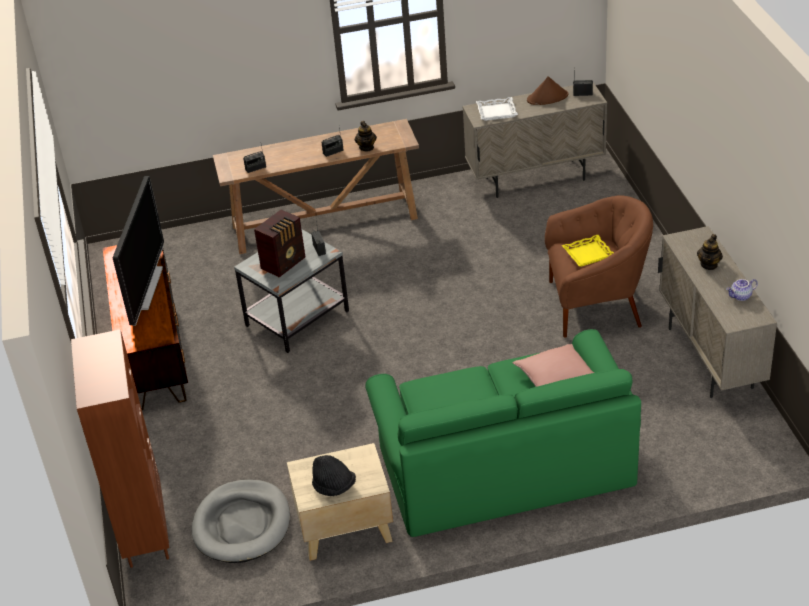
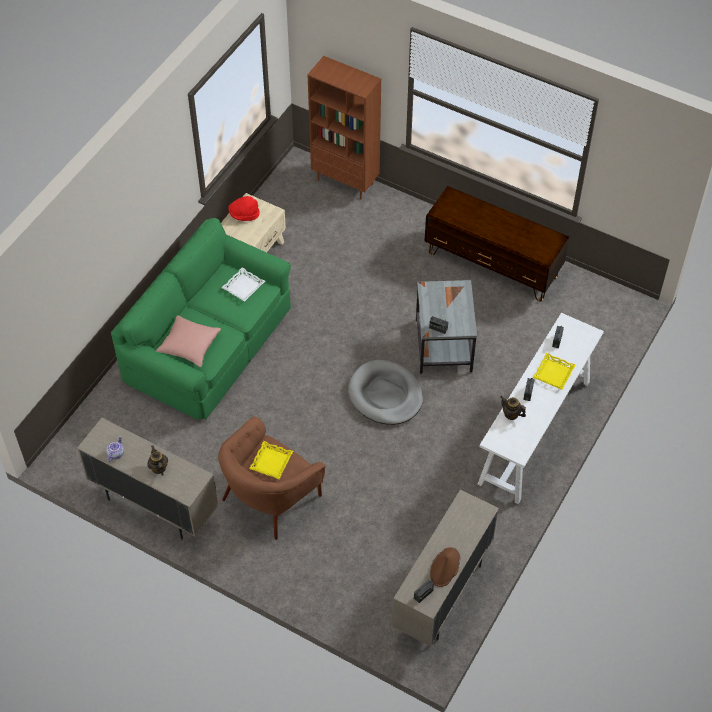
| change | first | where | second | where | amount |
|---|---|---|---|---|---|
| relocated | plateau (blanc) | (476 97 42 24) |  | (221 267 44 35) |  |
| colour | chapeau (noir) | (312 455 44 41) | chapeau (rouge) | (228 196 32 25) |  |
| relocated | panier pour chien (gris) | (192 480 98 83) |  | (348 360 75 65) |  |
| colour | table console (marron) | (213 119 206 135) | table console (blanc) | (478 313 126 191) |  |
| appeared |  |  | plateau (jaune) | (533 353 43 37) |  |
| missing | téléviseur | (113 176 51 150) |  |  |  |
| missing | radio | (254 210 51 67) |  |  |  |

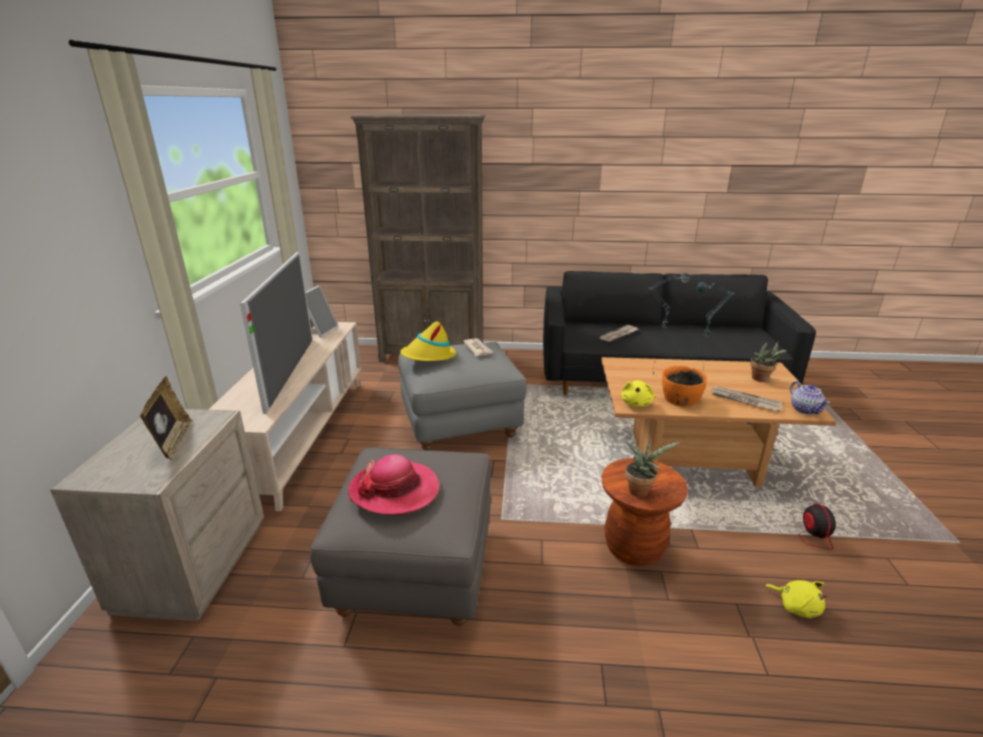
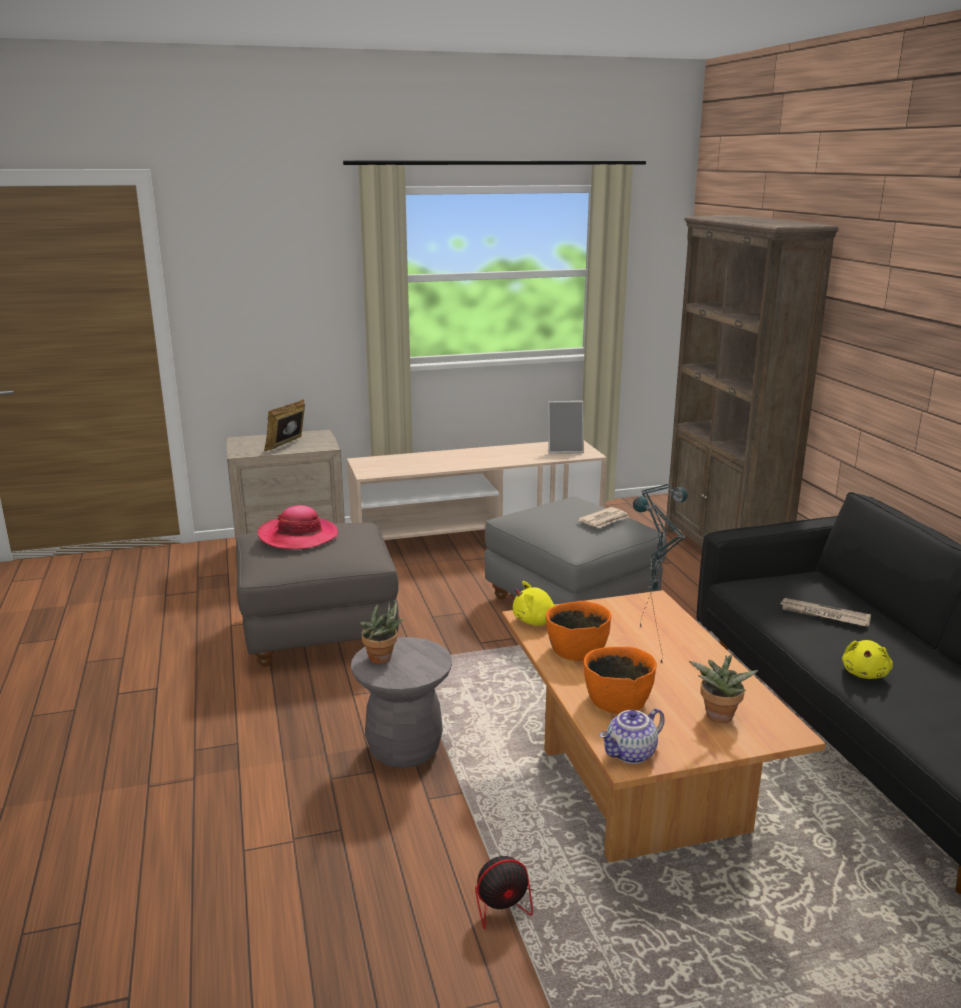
| change | first | where | second | where | amount |
|---|---|---|---|---|---|
| spun | cadre photo | (140 377 53 83) |  | (264 399 41 52) | 150 degrees clockwise |
| colour | tabouret (marron) | (601 458 87 108) | tabouret (gris) | (351 637 101 131) |  |
| exchanged | journal | (711 386 72 26) | bol (orange) | (584 647 73 67) |  |
| relocated | peluche (jaune) | (765 580 62 38) |  | (842 640 51 39) |  |
| missing | téléviseur | (240 252 73 162) |  |  |  |
| missing | chapeau (jaune) | (400 321 56 40) |  |  |  |

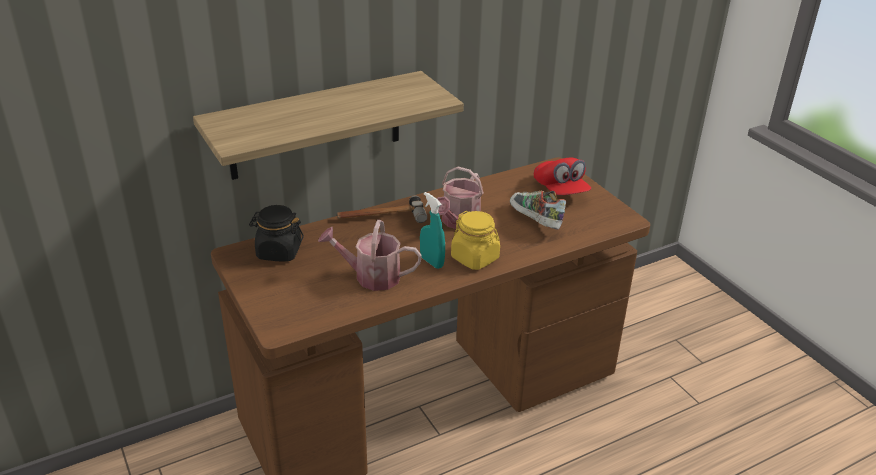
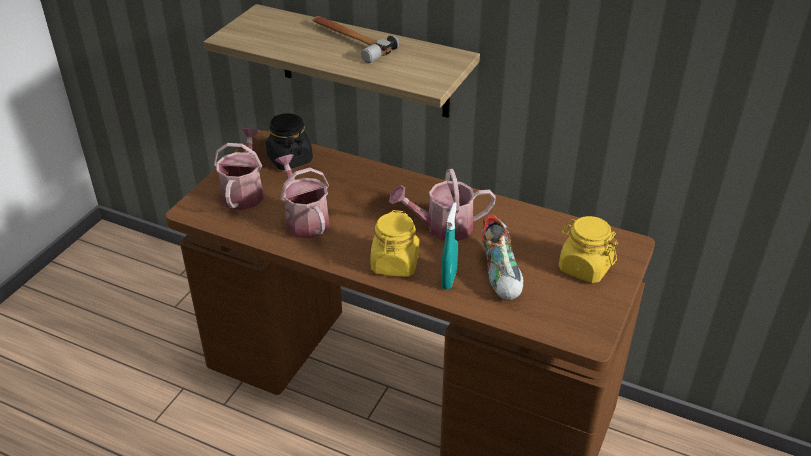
| change | first | where | second | where | amount |
|---|---|---|---|---|---|
| appeared |  |  | arrosoir | (214 128 50 82) |  |
| relocated | marteau | (337 195 90 28) |  | (312 16 88 47) |  |
| relocated | vaporisateur (turquoise) | (420 192 25 77) |  | (441 203 17 86) |  |
| spun | chaussure | (510 190 56 40) |  | (481 214 42 87) | 150 degrees clockwise |
| exchanged | casquette (rouge) | (534 158 57 37) | bocal (jaune) | (559 216 59 67) |  |

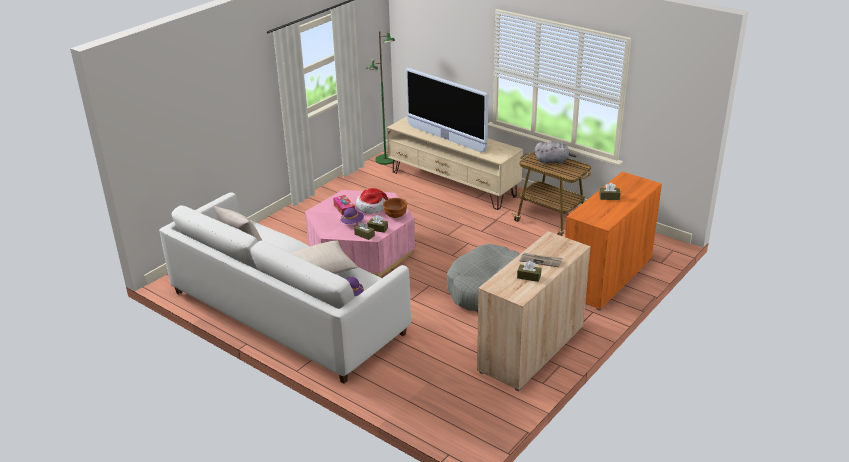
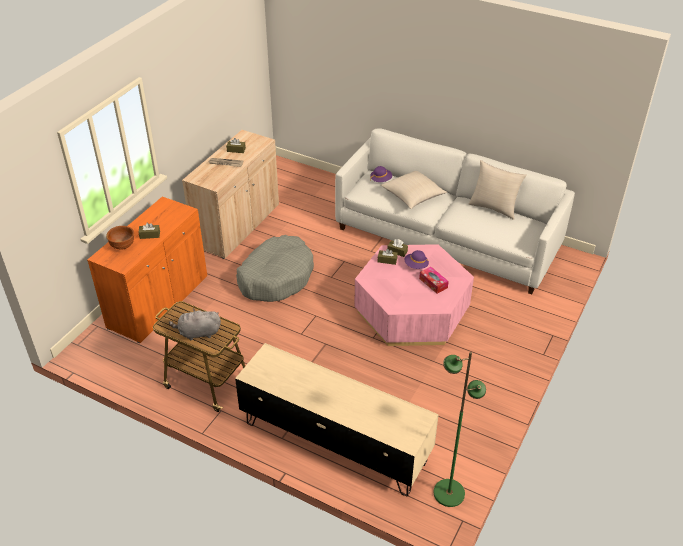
| change | first | where | second | where | amount |
|---|---|---|---|---|---|
| relocated | bol (marron) | (383 198 24 20) |  | (106 226 28 23) |  |
| missing | chapeau | (356 188 34 26) |  |  |  |
| missing | téléviseur | (406 68 82 84) |  |  |  |

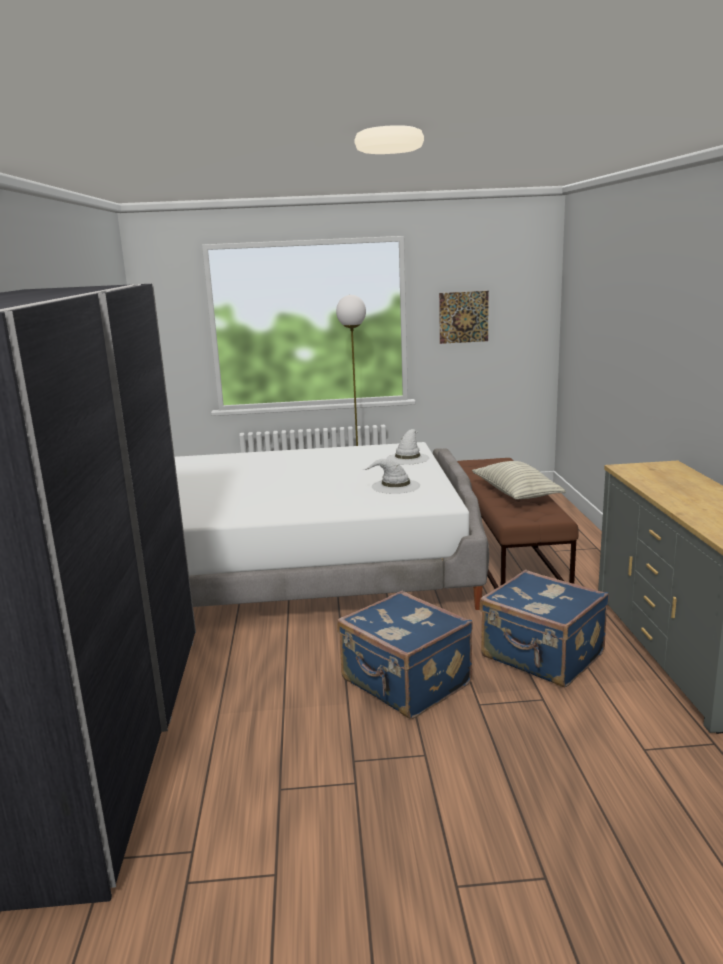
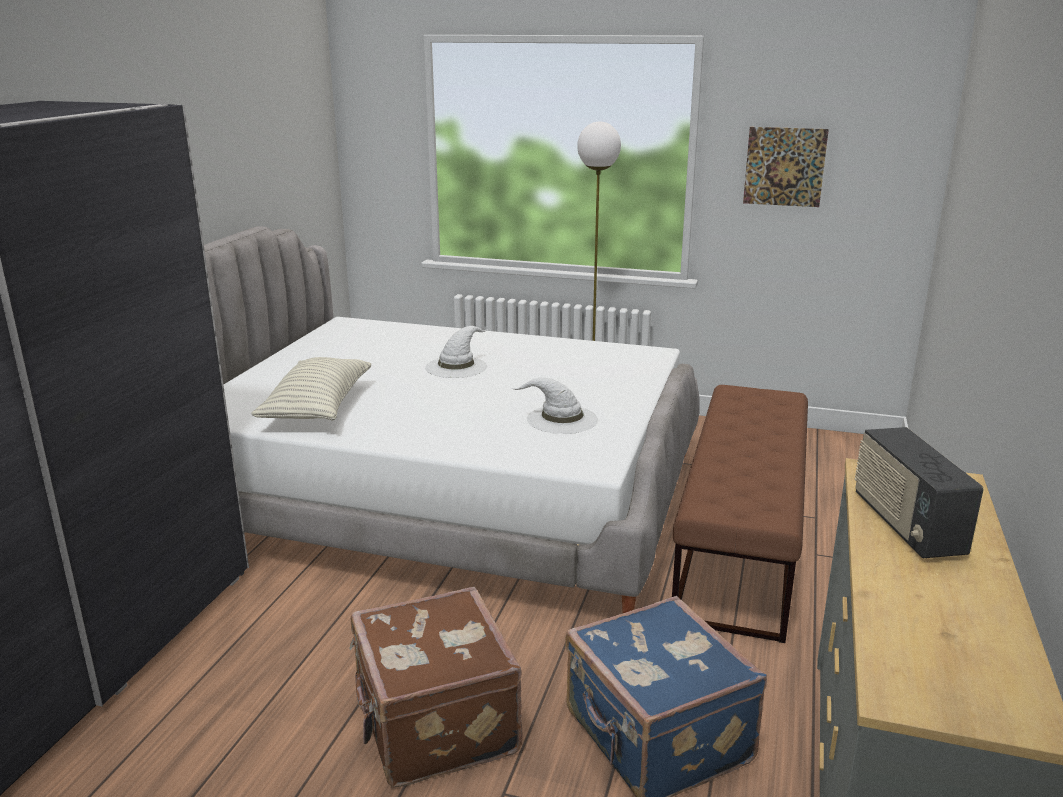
| change | first | where | second | where | amount |
|---|---|---|---|---|---|
| relocated | coussin | (472 461 94 38) |  | (251 357 120 64) |  |
| colour | valise (bleu) | (337 591 136 128) | valise (marron) | (349 587 174 200) |  |
| relocated | chapeau (blanc) | (386 429 43 36) |  | (425 326 63 52) |  |
| appeared |  |  | radio | (855 427 128 131) |  |

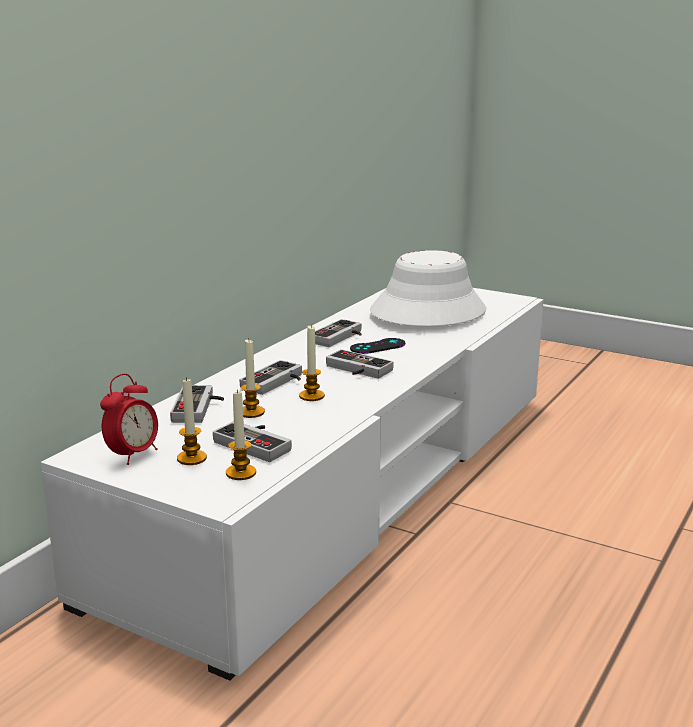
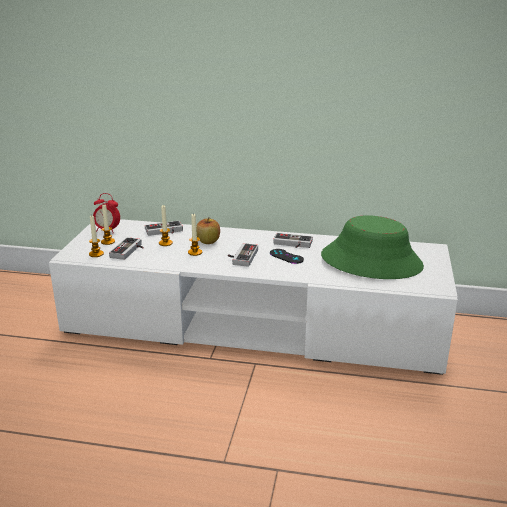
| change | first | where | second | where | amount |
|---|---|---|---|---|---|
| exchanged | manette | (239 360 63 35) | pomme | (196 217 24 27) |  |
| colour | chapeau (blanc) | (370 250 116 76) | chapeau (vert) | (321 215 103 64) |  |

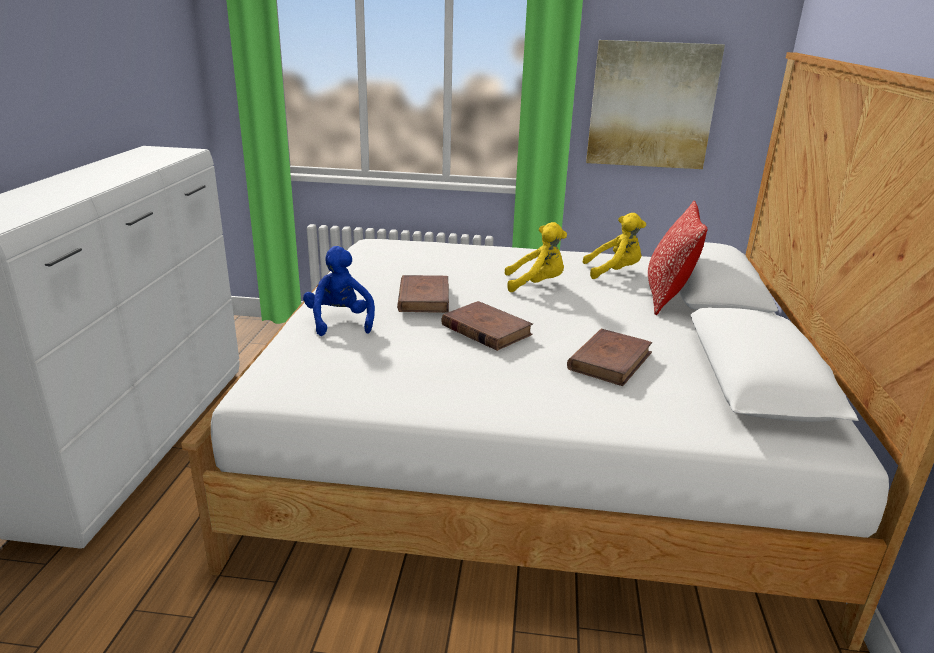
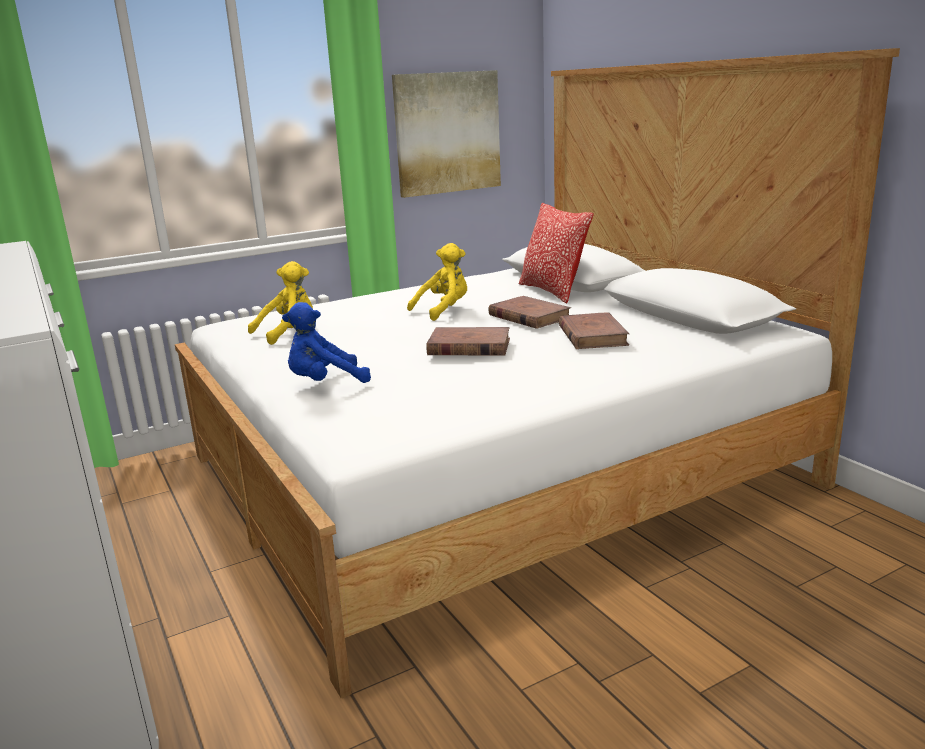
| change | first | where | second | where | amount |
|---|---|---|---|---|---|
| relocated | peluche (jaune) | (583 213 63 66) |  | (248 261 65 84) |  |
| spun | peluche (bleu) | (303 246 72 90) |  | (282 302 89 81) | 60 degrees counterclockwise |
| relocated | livre (marron) | (397 275 52 38) |  | (488 296 83 33) |  |

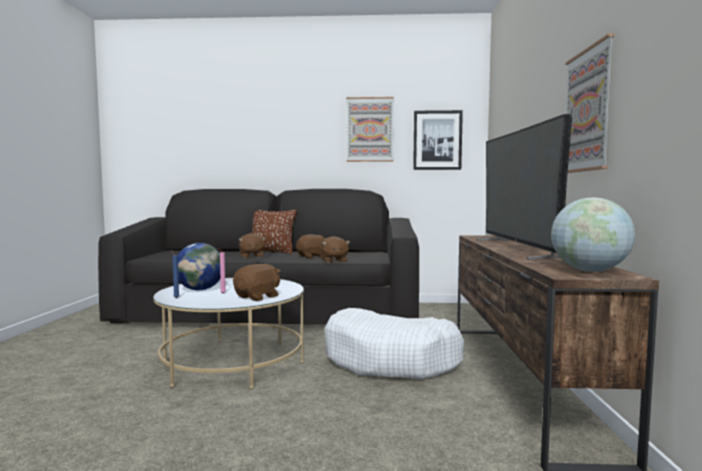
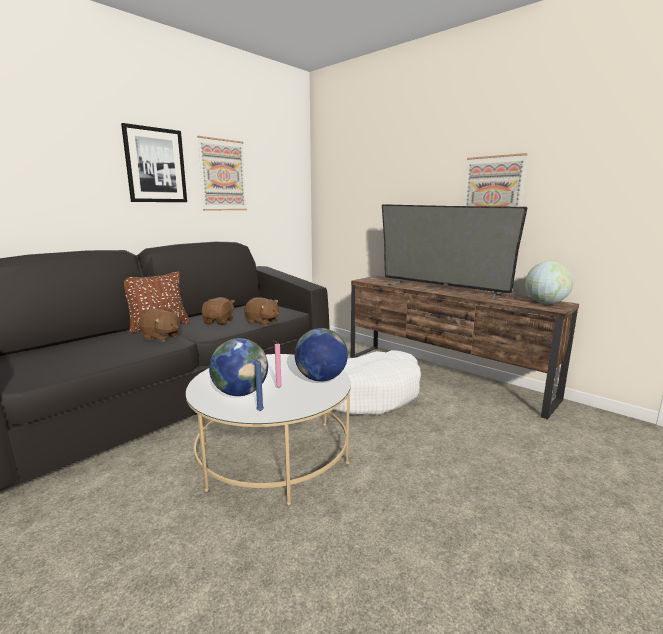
| change | first | where | second | where | amount |
|---|---|---|---|---|---|
| relocated | tableau | (413 110 50 60) |  | (121 123 66 79) |  |
| exchanged | peluche (marron) | (233 264 47 37) | globe | (295 328 53 54) |  |

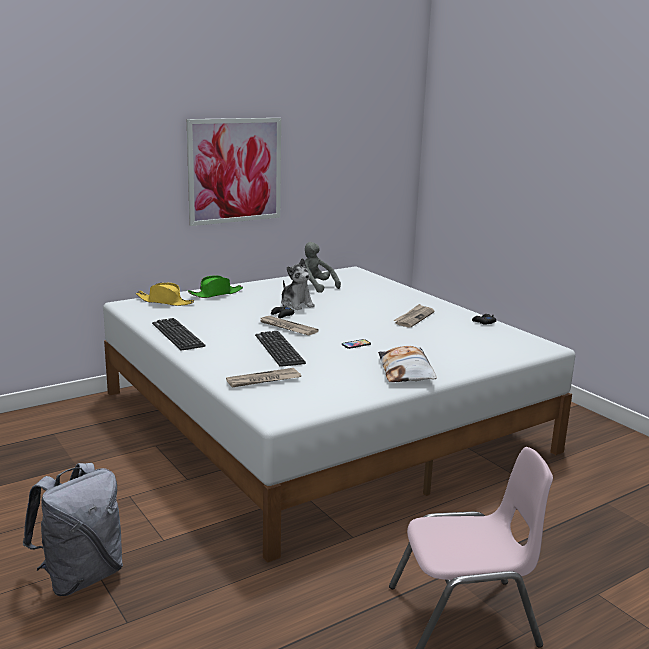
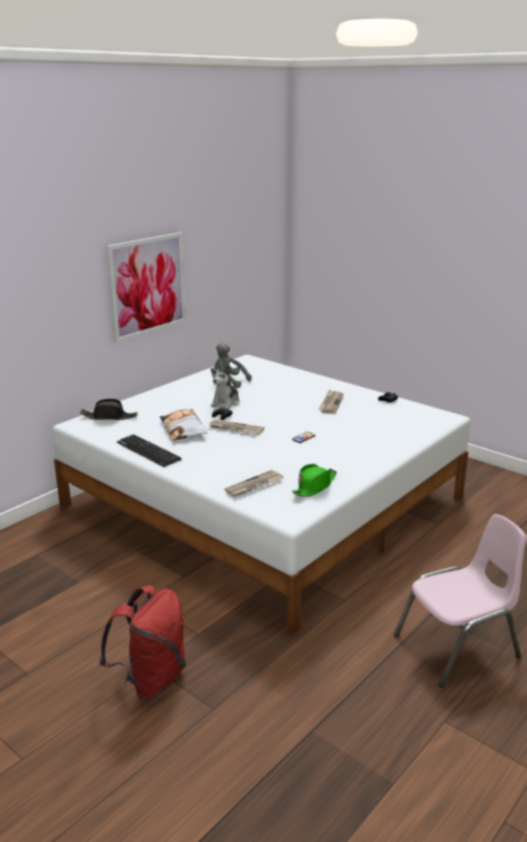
| change | first | where | second | where | amount |
|---|---|---|---|---|---|
| colour | chapeau (jaune) | (136 283 58 23) | chapeau (noir) | (80 399 58 21) |  |
| colour | sac à dos (gris) | (23 463 100 133) | sac à dos (rouge) | (99 585 87 115) |  |
| relocated | coussin | (378 346 59 36) |  | (160 409 48 32) |  |
| spun | peluche | (281 258 34 52) |  | (211 364 29 45) | 75 degrees clockwise |
| relocated | chapeau (vert) | (188 275 55 23) |  | (292 464 45 33) |  |
| missing | clavier | (255 331 51 36) |  |  |  |

